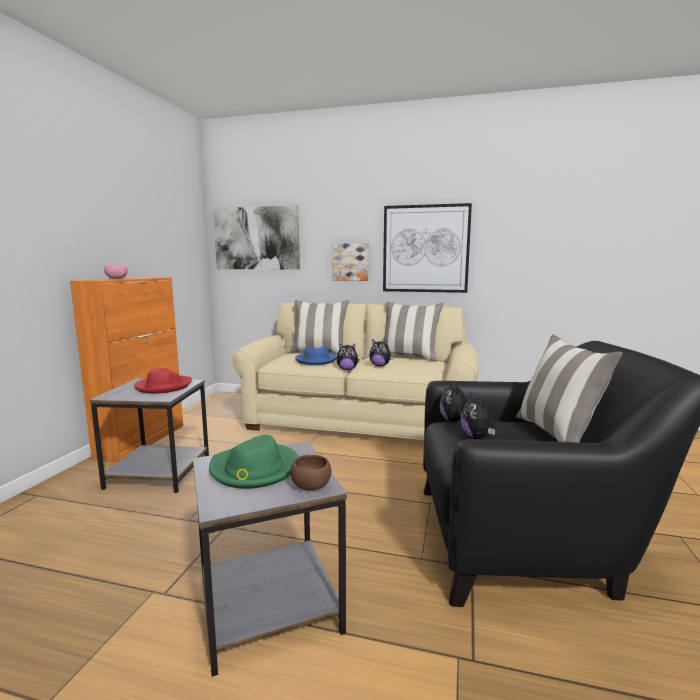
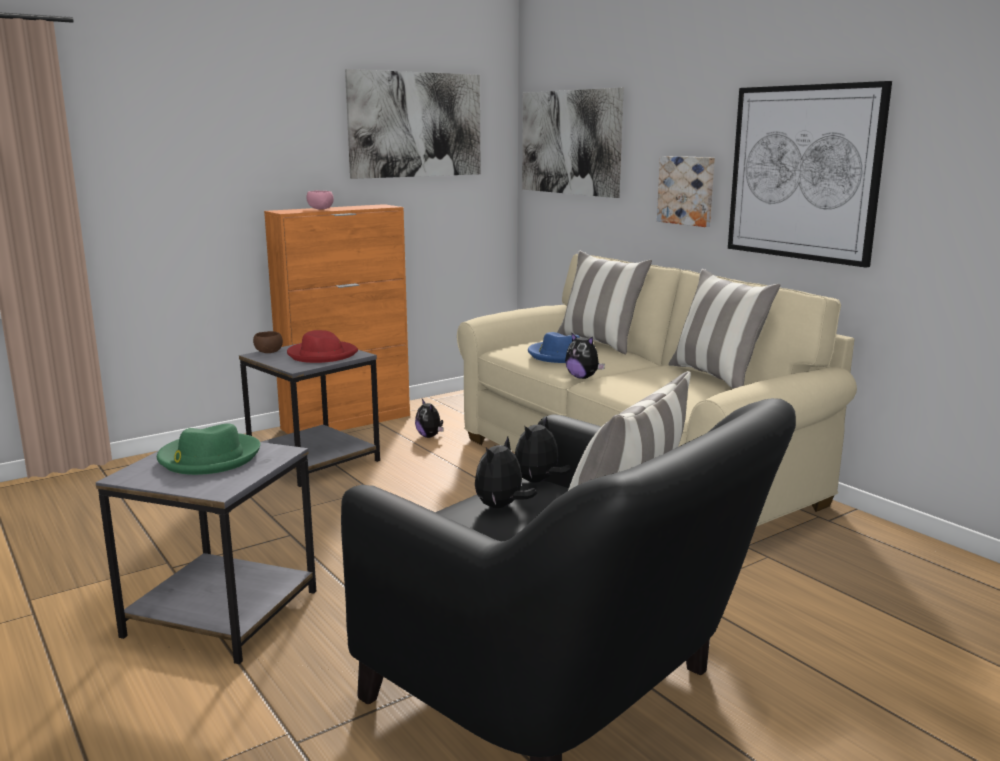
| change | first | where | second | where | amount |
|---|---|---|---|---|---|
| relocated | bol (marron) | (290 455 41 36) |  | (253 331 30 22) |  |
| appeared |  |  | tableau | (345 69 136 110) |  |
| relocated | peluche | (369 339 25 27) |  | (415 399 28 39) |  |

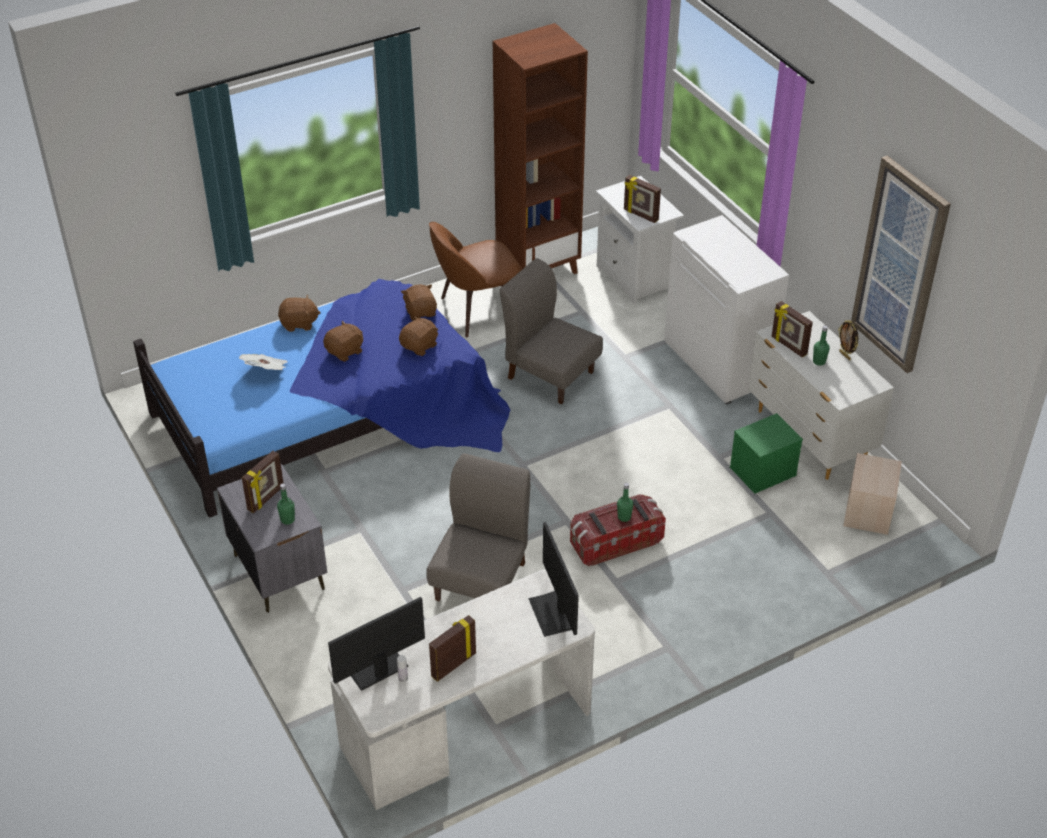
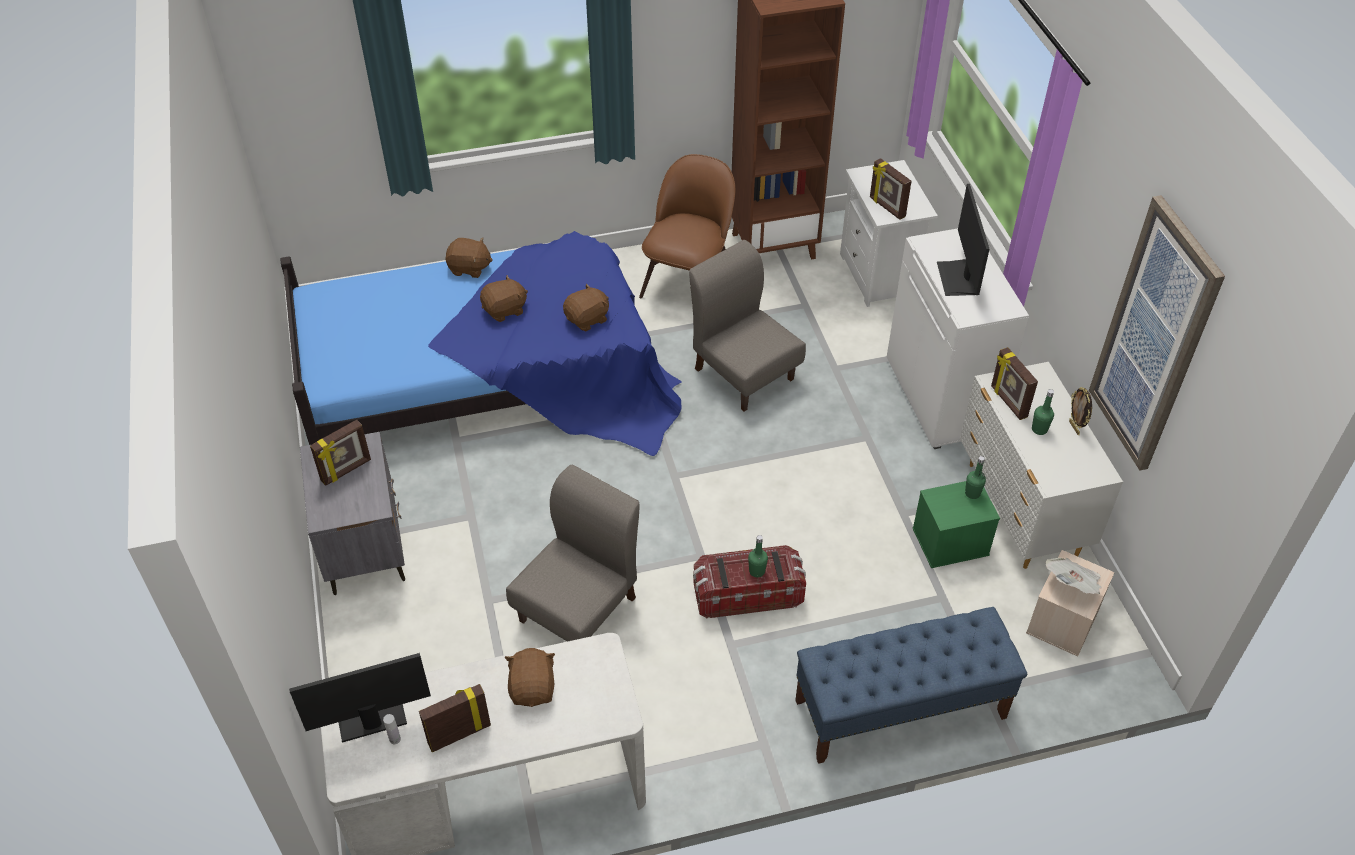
| change | first | where | second | where | amount |
|---|---|---|---|---|---|
| relocated | peluche (marron) | (401 284 36 36) |  | (504 648 51 59) |  |
| spun | chaise (marron) | (429 222 93 116) |  | (639 154 96 144) | 120 degrees clockwise |
| appeared |  |  | banc (bleu) | (795 607 232 157) |  |
| relocated | écran d'ordinateur | (528 522 51 115) |  | (937 184 52 112) |  |
| relocated | bouteille (vert) | (277 483 18 42) |  | (965 456 21 43) |  |
| relocated | journal | (239 354 49 16) |  | (1046 558 56 36) |  |

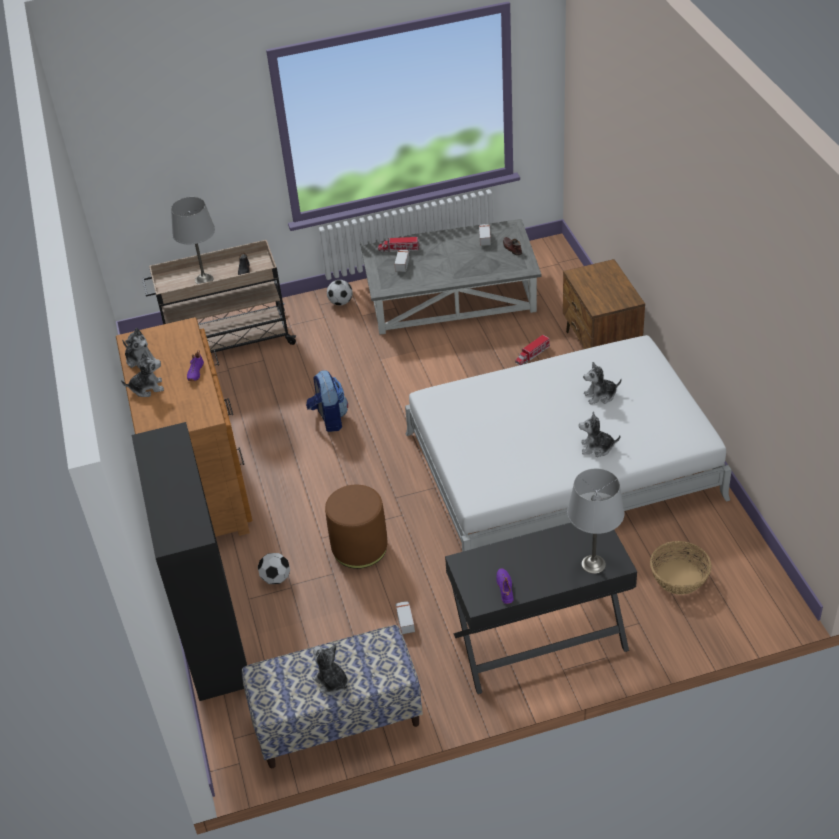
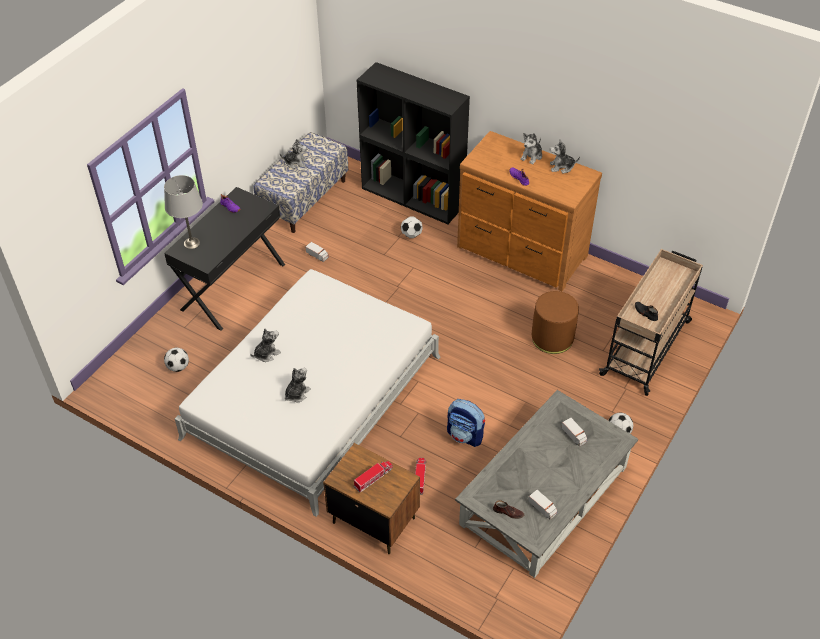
| change | first | where | second | where | amount |
|---|---|---|---|---|---|
| exchanged | panier | (650 541 61 54) | ballon de foot | (164 348 25 24) |  |
| relocated | camion jouet | (378 237 42 16) |  | (354 461 39 32) |  |
| relocated | sac à dos | (306 370 42 62) |  | (447 399 38 48) |  |
| relocated | pouf (marron) | (325 485 63 84) |  | (532 291 47 63) |  |
| missing | lampe de table (gris) | (171 197 44 87) |  |  |  |

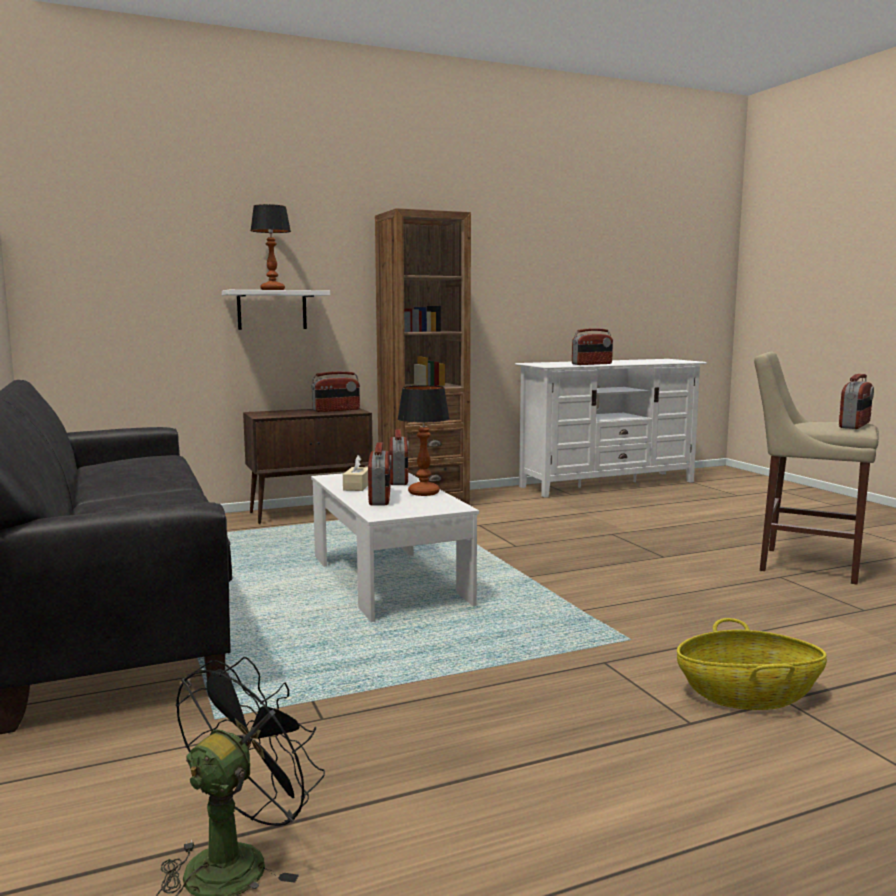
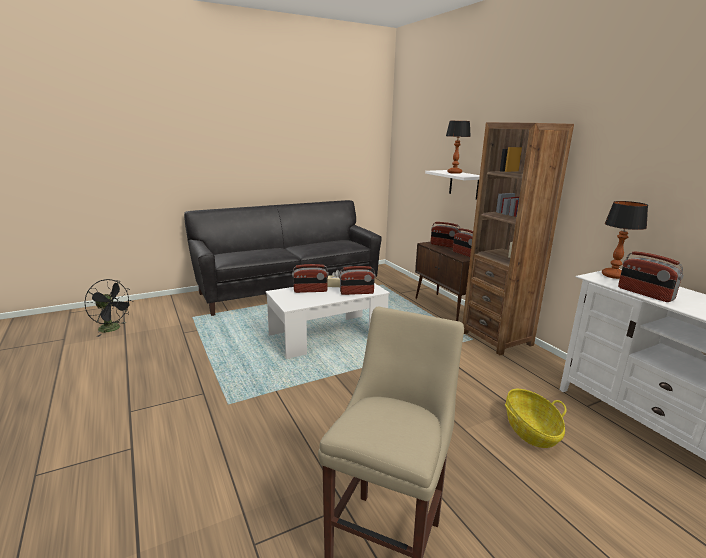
| change | first | where | second | where | amount |
|---|---|---|---|---|---|
| relocated | radio | (839 374 35 55) |  | (431 222 30 26) |  |
| relocated | panier | (677 618 150 92) |  | (505 389 61 59) |  |
| relocated | lampe de table | (397 385 53 111) |  | (602 201 46 78) |  |

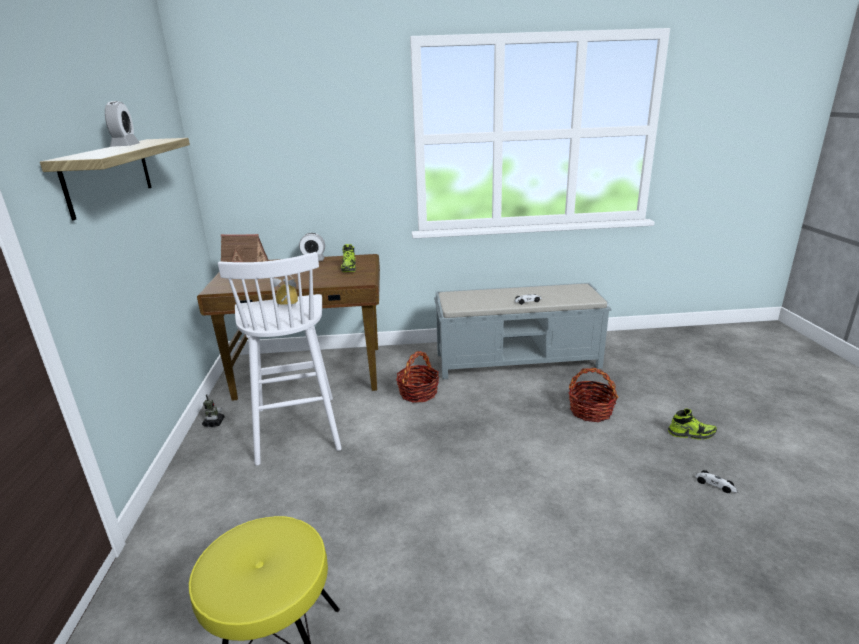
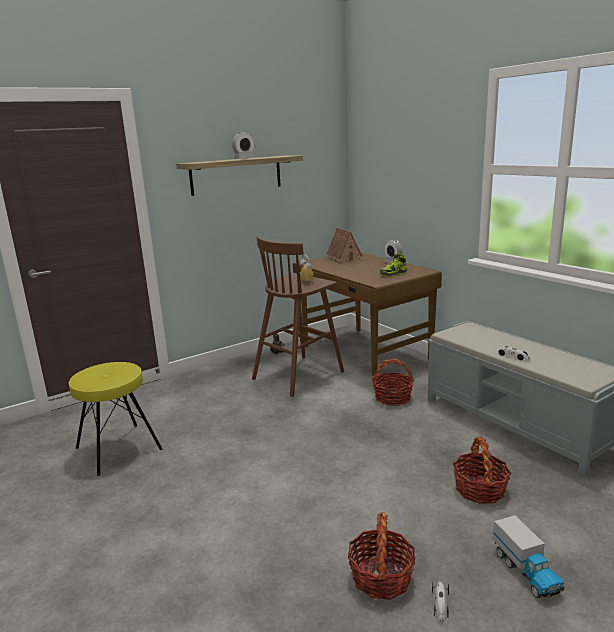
| change | first | where | second | where | amount |
|---|---|---|---|---|---|
| colour | tabouret (blanc) | (218 252 124 214) | tabouret (marron) | (252 236 92 161) |  |
| appeared |  |  | panier | (348 512 68 88) |  |
| exchanged | chaussure | (668 409 49 31) | camion jouet | (493 515 71 83) |  |

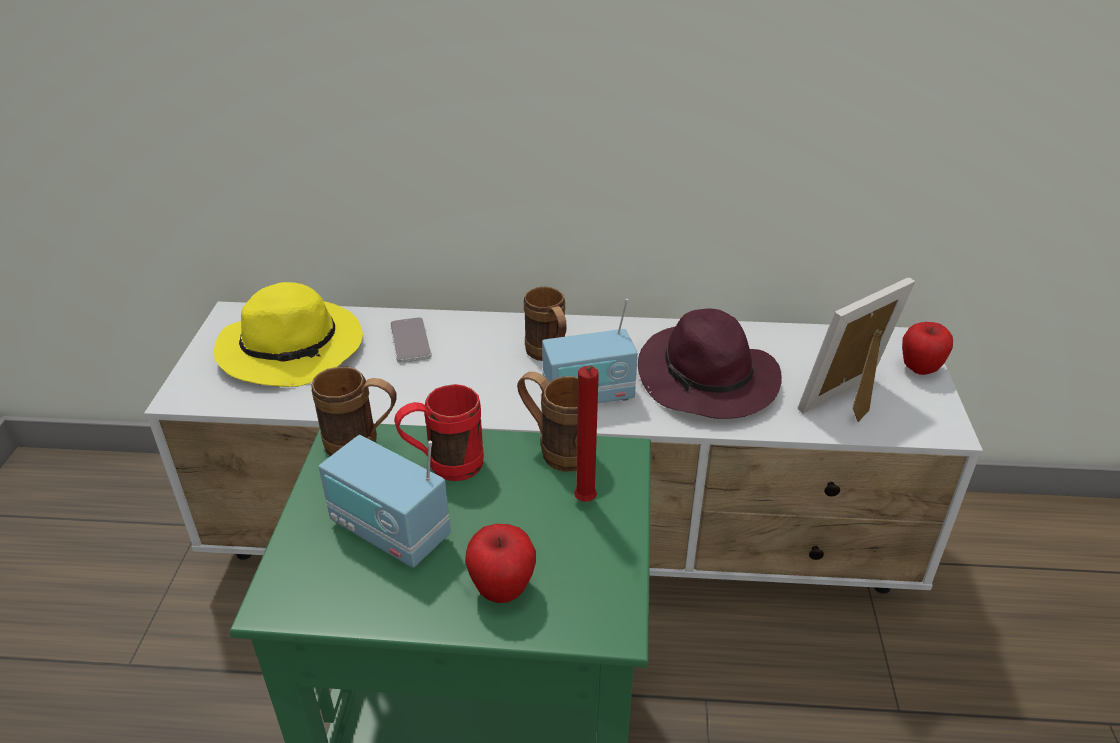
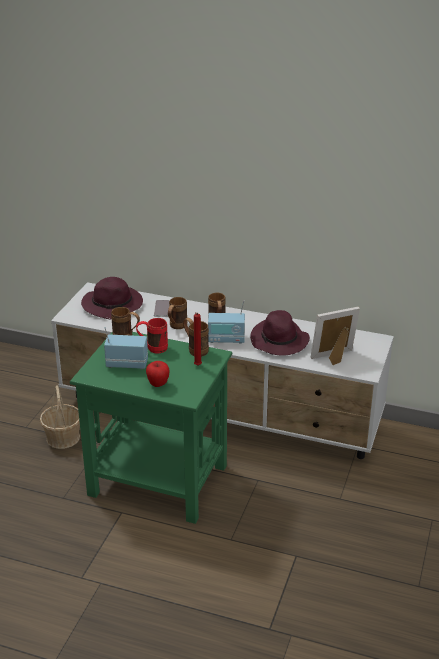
| change | first | where | second | where | amount |
|---|---|---|---|---|---|
| appeared |  |  | panier | (40 385 40 64) |  |
| colour | chapeau (jaune) | (213 282 150 105) | chapeau (violet) | (81 277 62 43) |  |
| spun | radio | (319 435 132 133) |  | (104 327 44 42) | 135 degrees clockwise |
| appeared |  |  | mug (marron) | (168 297 20 32) |  |
| missing | pomme | (902 322 51 53) |  |  |  |

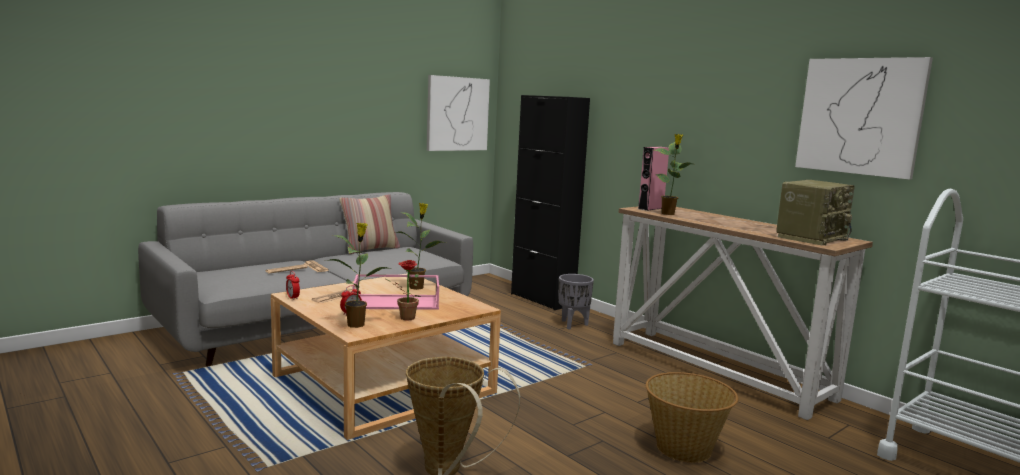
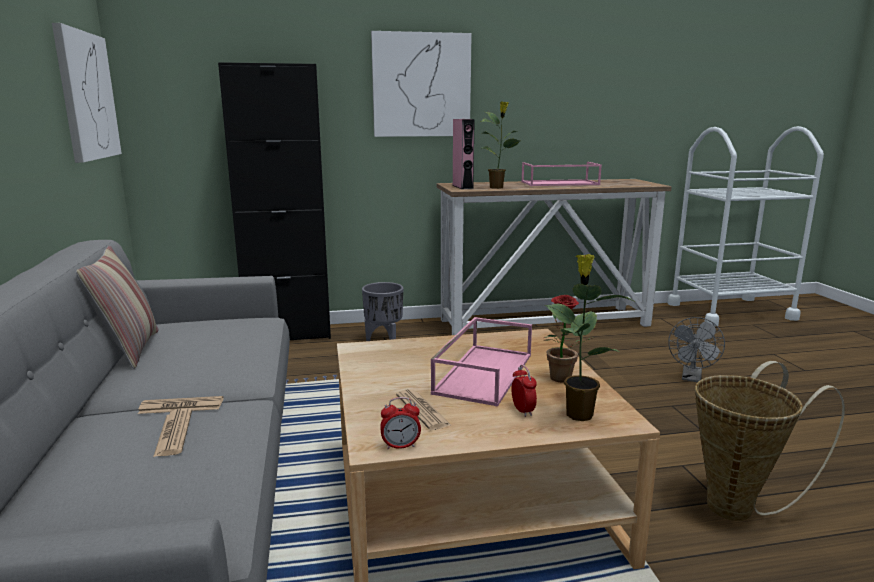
| change | first | where | second | where | amount |
|---|---|---|---|---|---|
| relocated | tableau | (795 57 138 123) |  | (371 31 101 106) |  |
| appeared |  |  | plateau (rose) | (521 162 81 24) |  |
| exchanged | panier | (646 372 92 91) | ventilateur (gris) | (668 317 57 65) |  |
| missing | plante en pot | (395 203 51 87) |  |  |  |
| missing | radio | (776 180 79 65) |  |  |  |

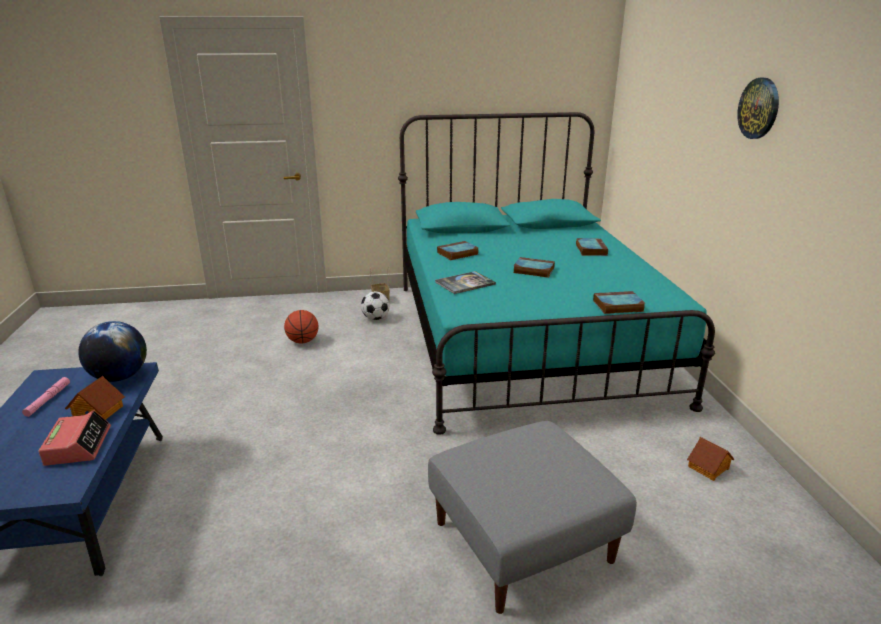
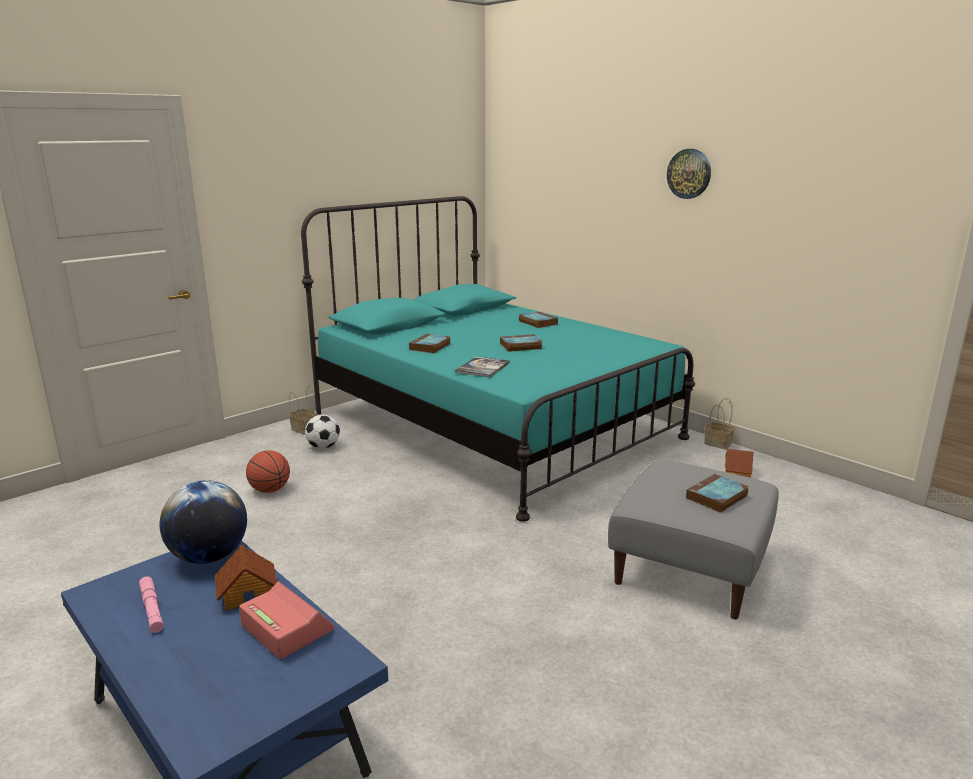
| change | first | where | second | where | amount |
|---|---|---|---|---|---|
| relocated | livre | (593 291 53 23) |  | (686 474 63 39) |  |
| appeared |  |  | panier | (704 398 31 51) |  |

